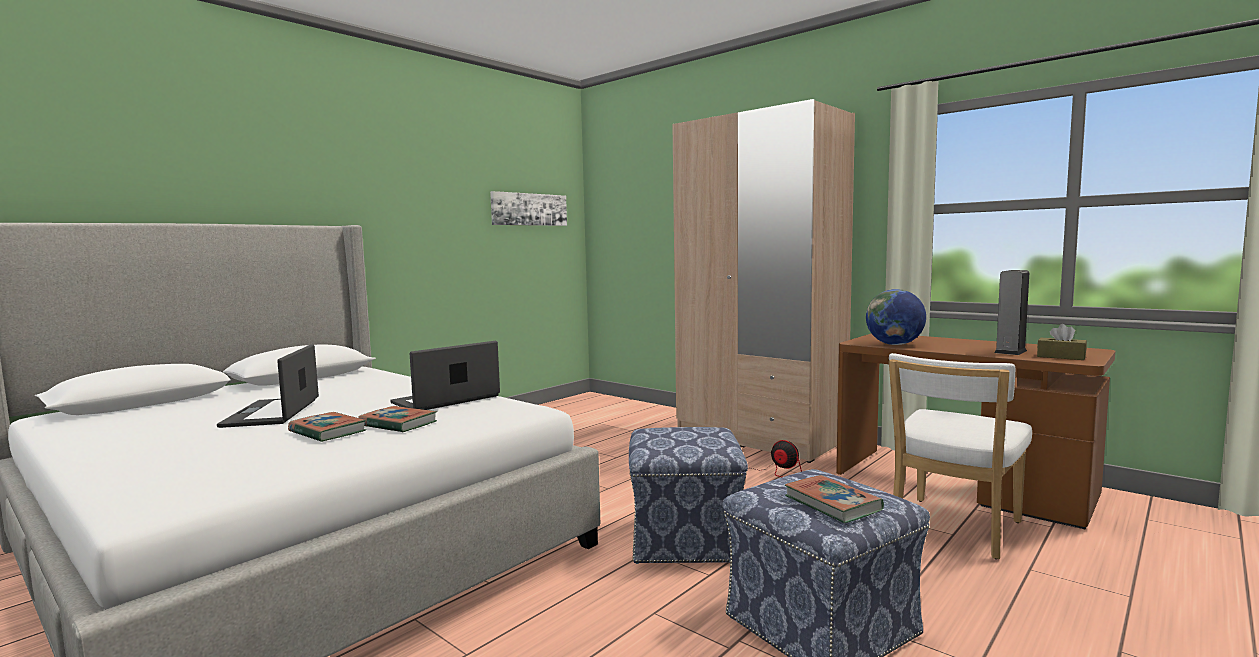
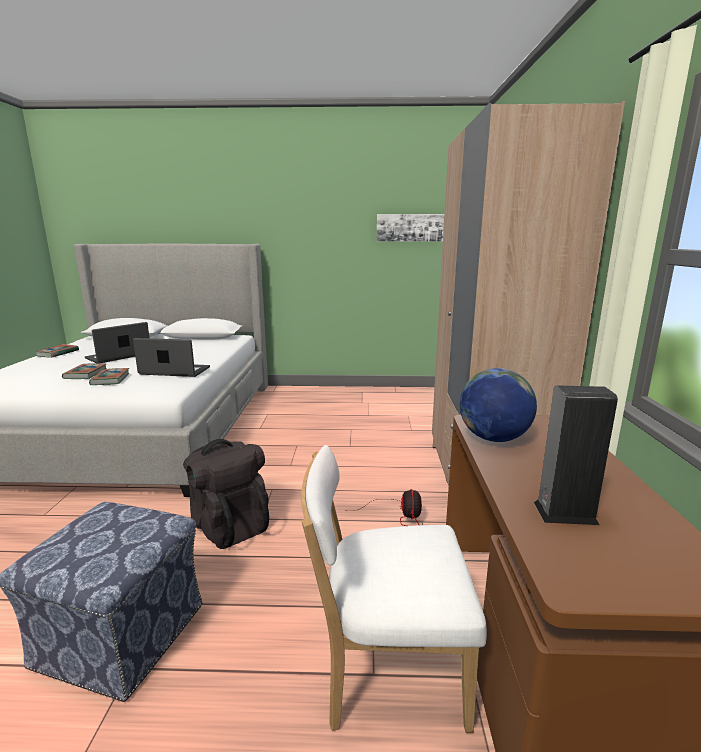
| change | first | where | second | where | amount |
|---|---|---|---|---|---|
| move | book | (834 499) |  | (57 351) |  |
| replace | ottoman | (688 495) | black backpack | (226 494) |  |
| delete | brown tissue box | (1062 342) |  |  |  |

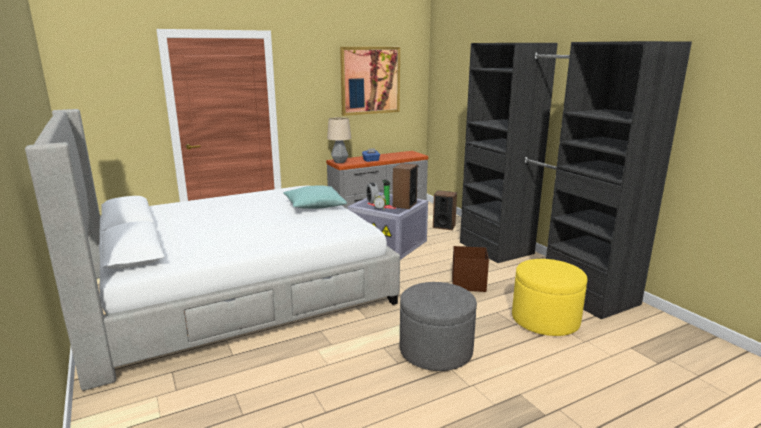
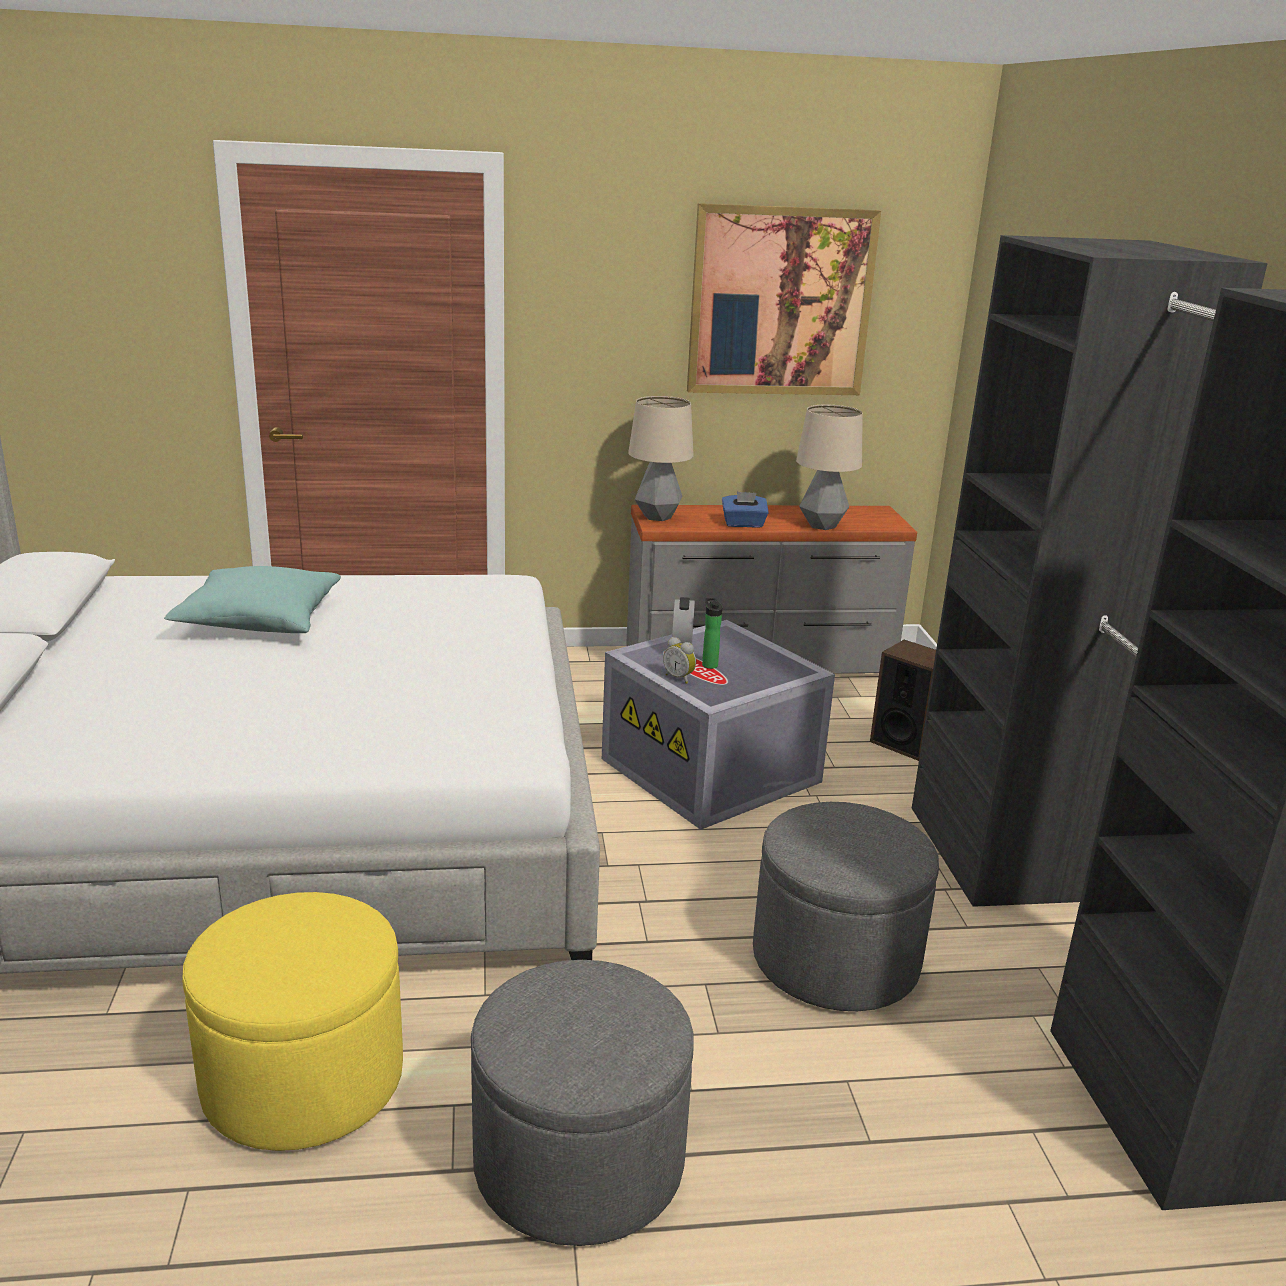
| change | first | where | second | where | amount |
|---|---|---|---|---|---|
| move | turquoise pillow | (315 197) |  | (252 599) |  |
| move | yellow ottoman | (550 297) |  | (292 1021) |  |
| replace | brown storage box | (470 269) | grey ottoman | (846 906) |  |
| insert |  |  | table lamp | (829 467) |  |
| delete | speaker | (405 186) |  |  |  |

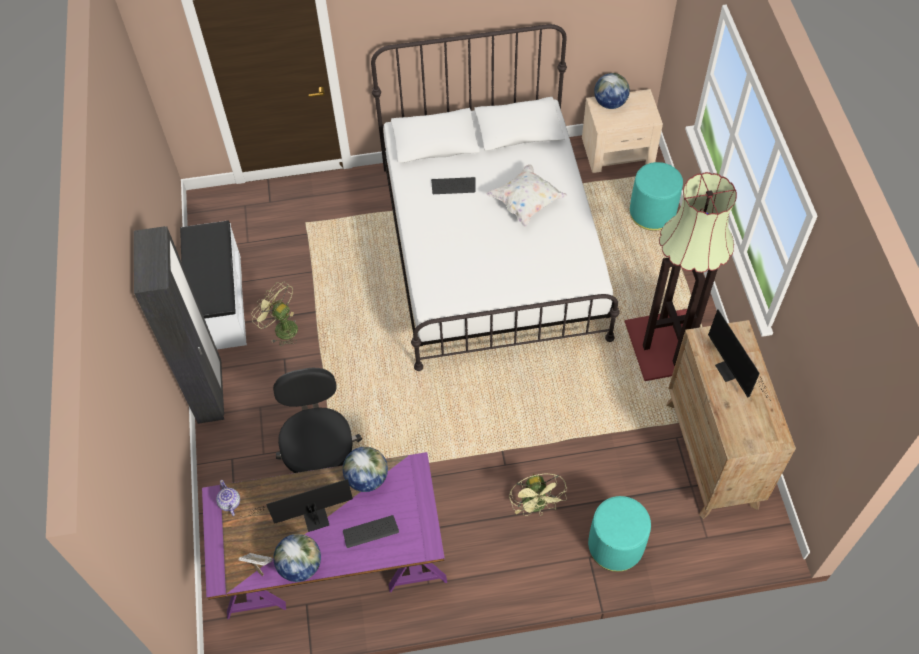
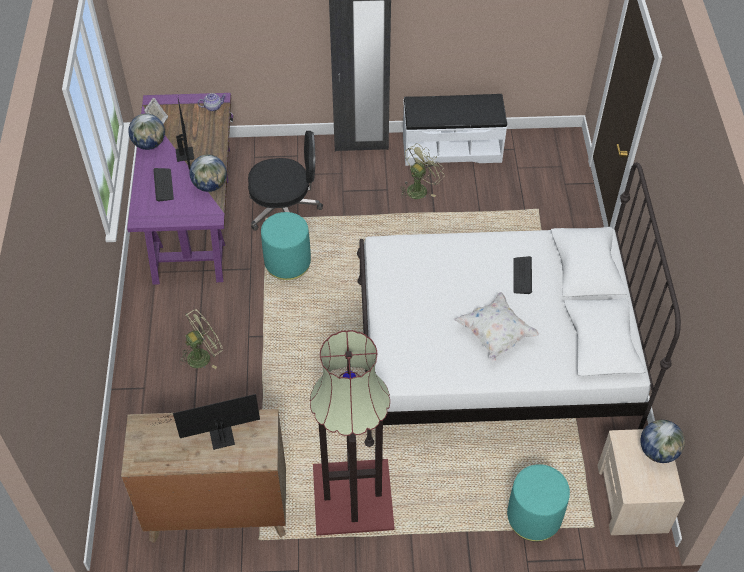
| change | first | where | second | where | amount |
|---|---|---|---|---|---|
| rotate | green fan | (538 495) |  | (201 339) | 150 degrees clockwise |
| move | turquoise ottoman | (619 534) |  | (286 246) |  |

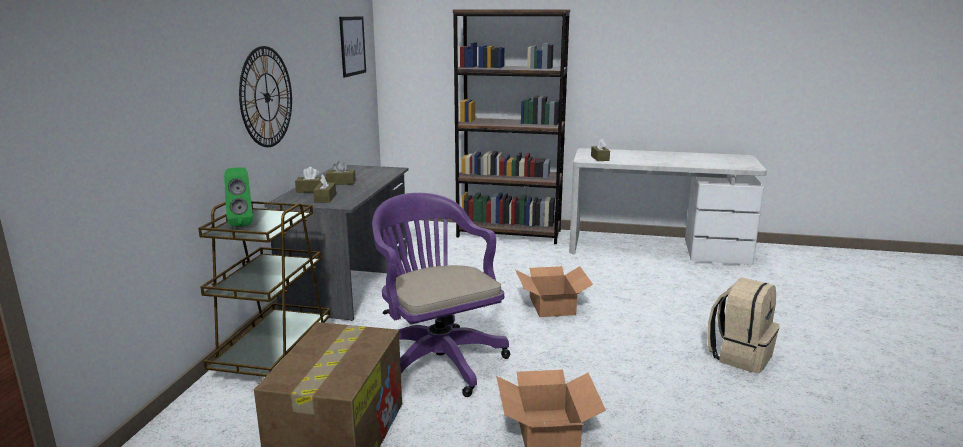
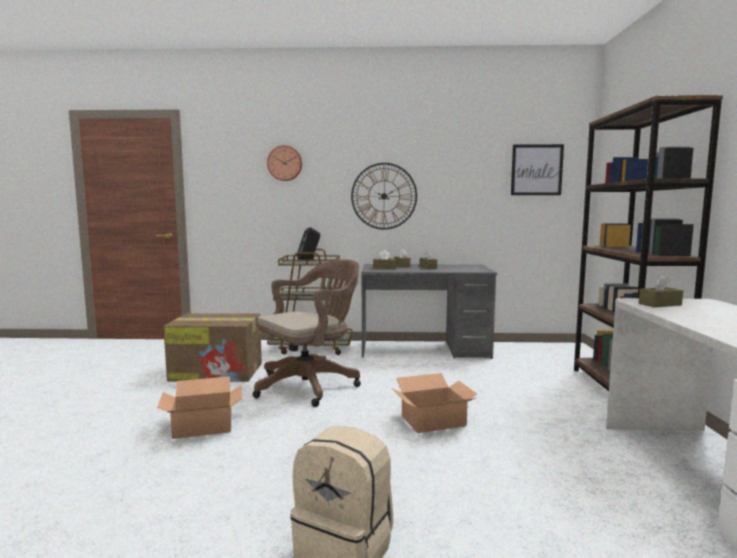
| change | first | where | second | where | amount |
|---|---|---|---|---|---|
| recolor | purple office chair | (441 295) | brown office chair | (307 333) |  |
| insert |  |  | wall clock | (284 163) |  |
| recolor | green speaker | (238 197) | black speaker | (308 243) |  |

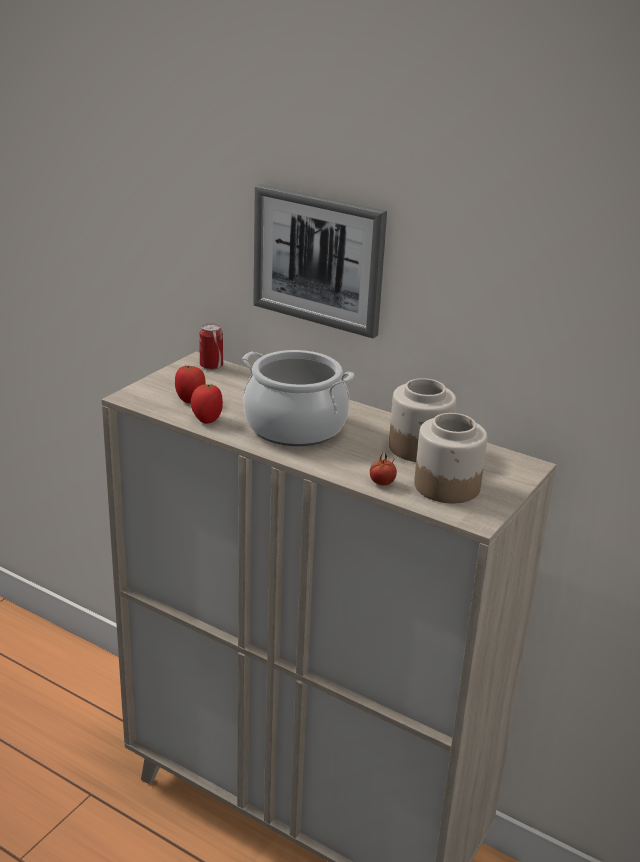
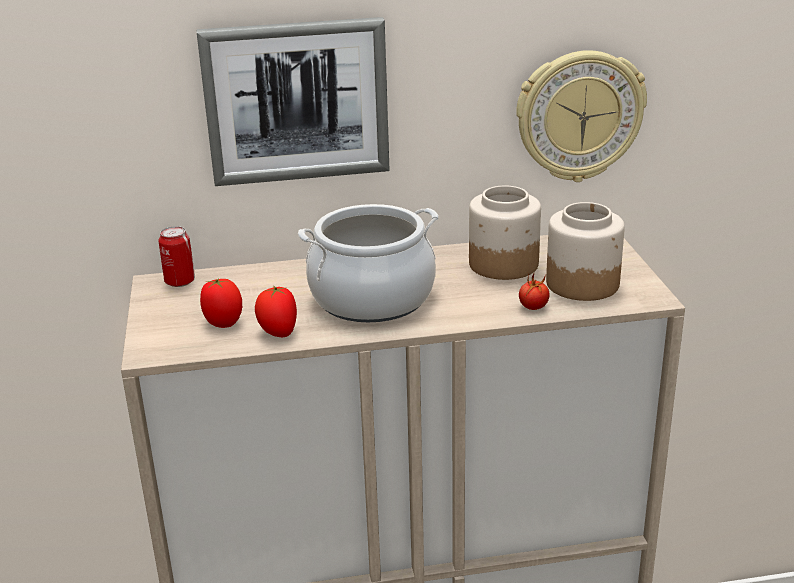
| change | first | where | second | where | amount |
|---|---|---|---|---|---|
| insert |  |  | wall clock | (581 116) |  |

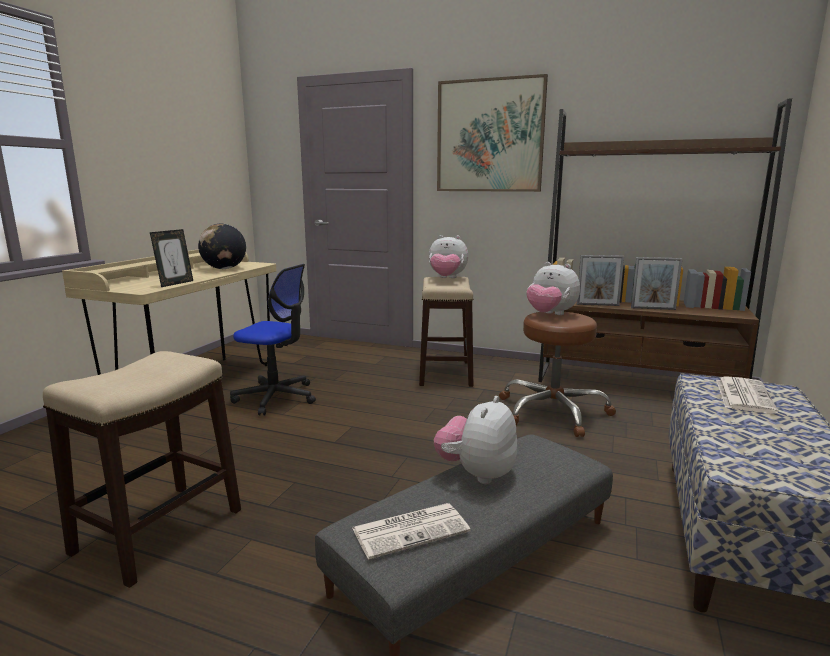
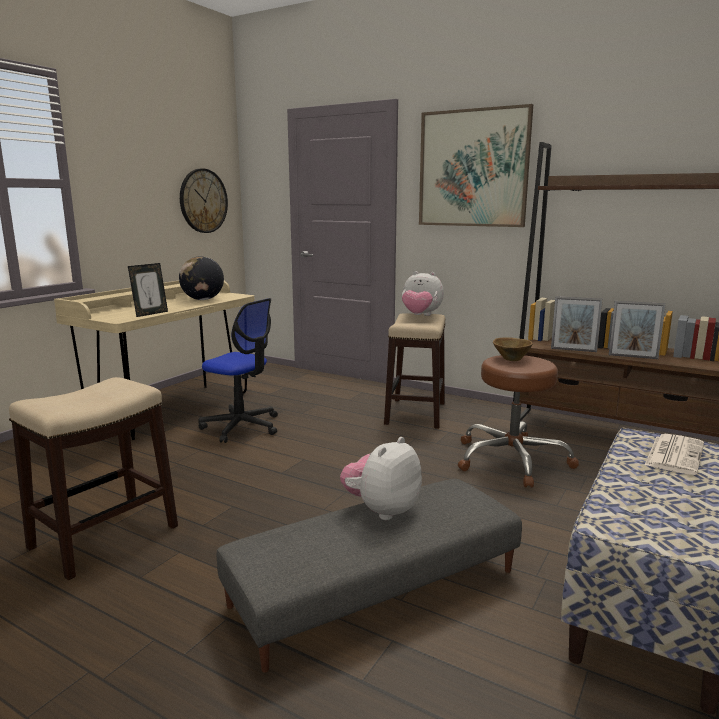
| change | first | where | second | where | amount |
|---|---|---|---|---|---|
| insert |  |  | wall clock | (204 200) |  |
| replace | plush toy | (553 288) | brown bowl | (513 349) |  |
| delete | newspaper | (411 531) |  |  |  |

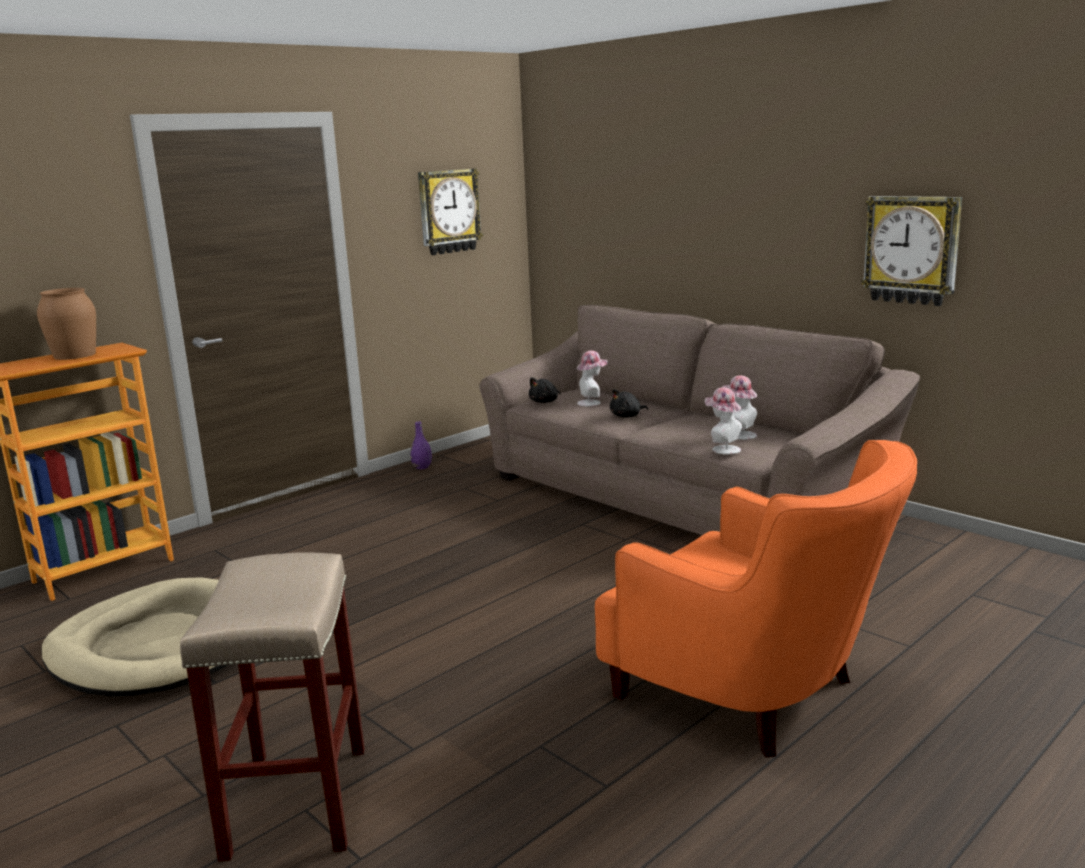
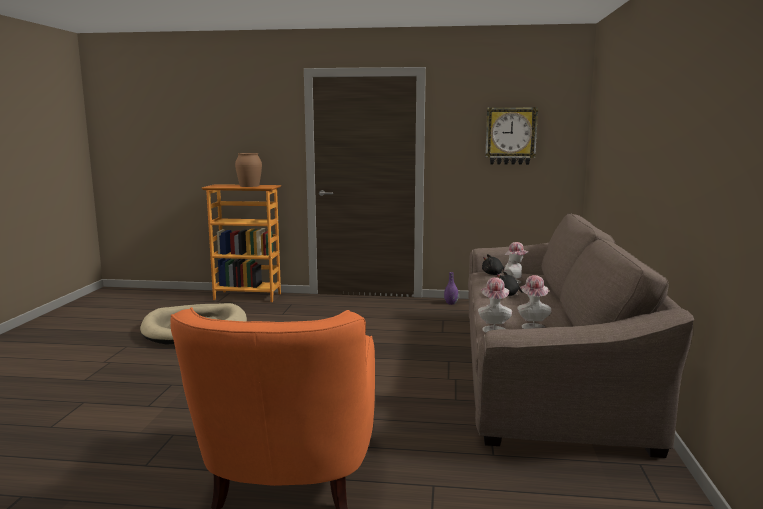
| change | first | where | second | where | amount |
|---|---|---|---|---|---|
| delete | beige stool | (272 707) |  |  |  |
| delete | wall clock | (911 251) |  |  |  |

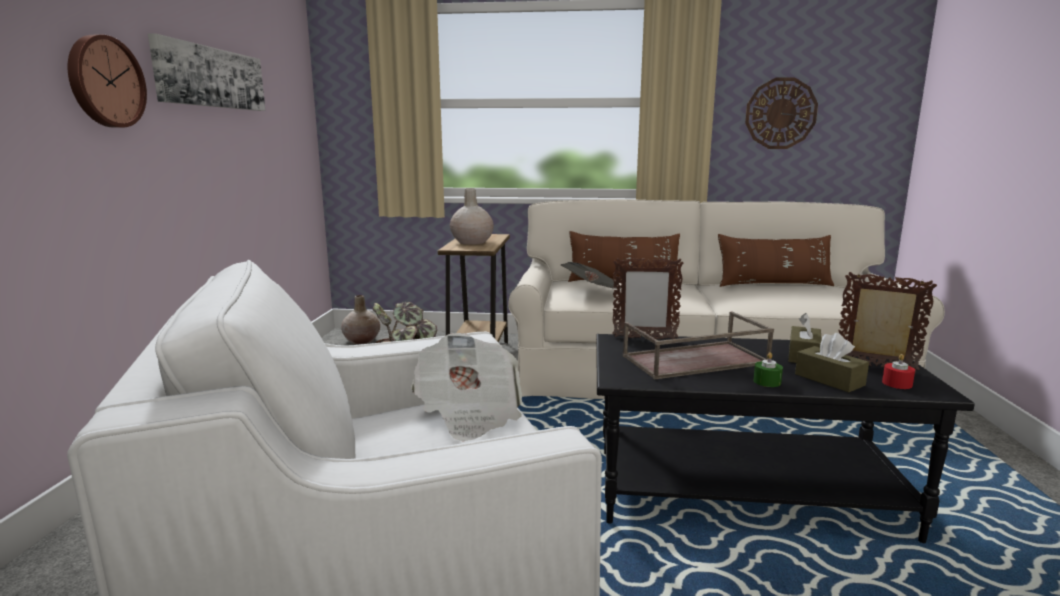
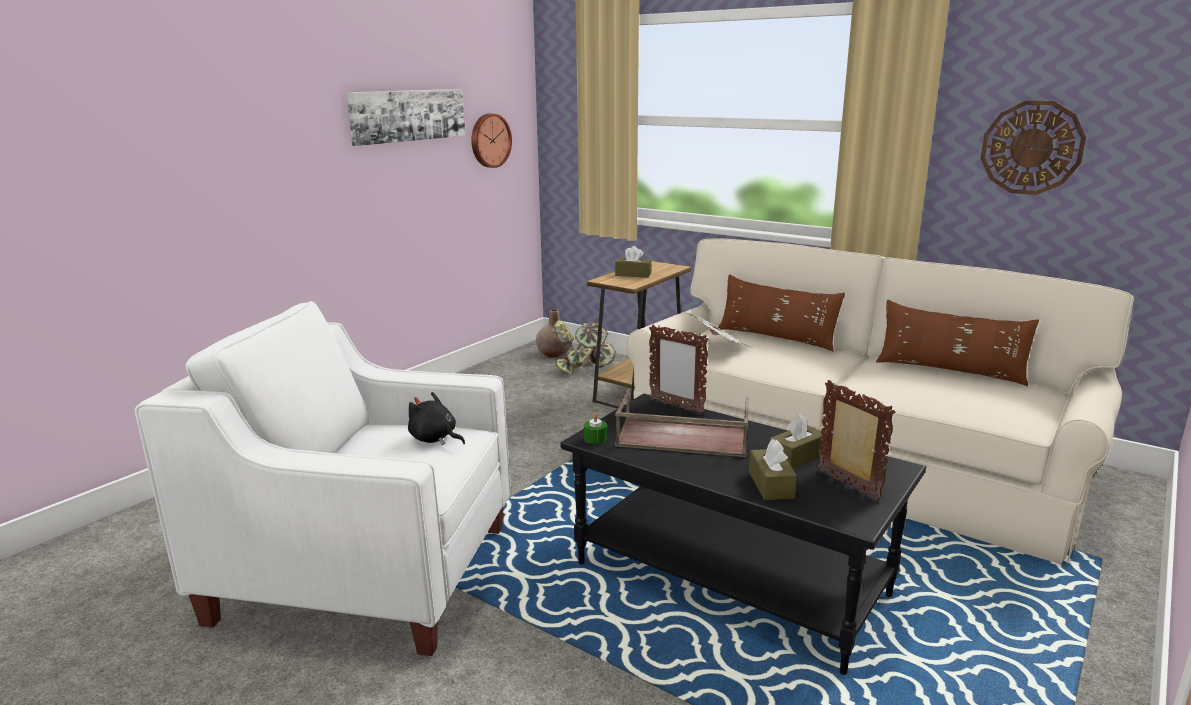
| change | first | where | second | where | amount |
|---|---|---|---|---|---|
| replace | newspaper | (466 387) | black plush toy | (436 418) |  |
| move | wall clock | (107 81) |  | (491 140) |  |
| move | green candle | (768 369) |  | (595 428) |  |
| replace | beige vase | (472 216) | brown tissue box | (633 262) |  |
| delete | red candle | (898 371) |  |  |  |

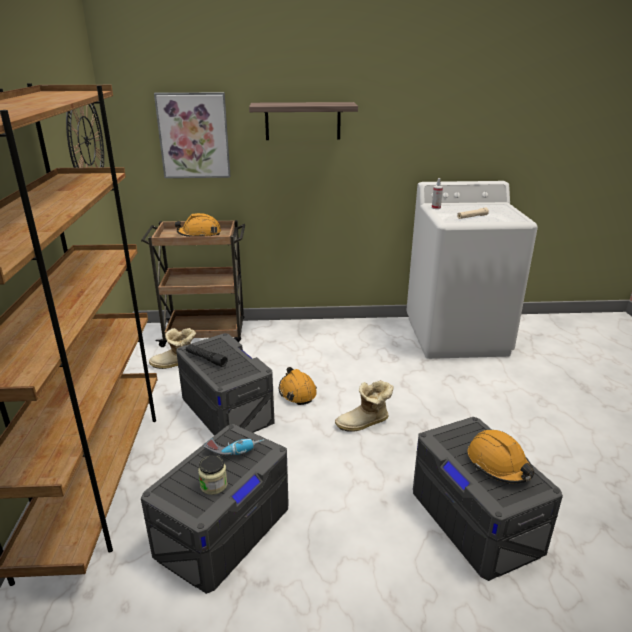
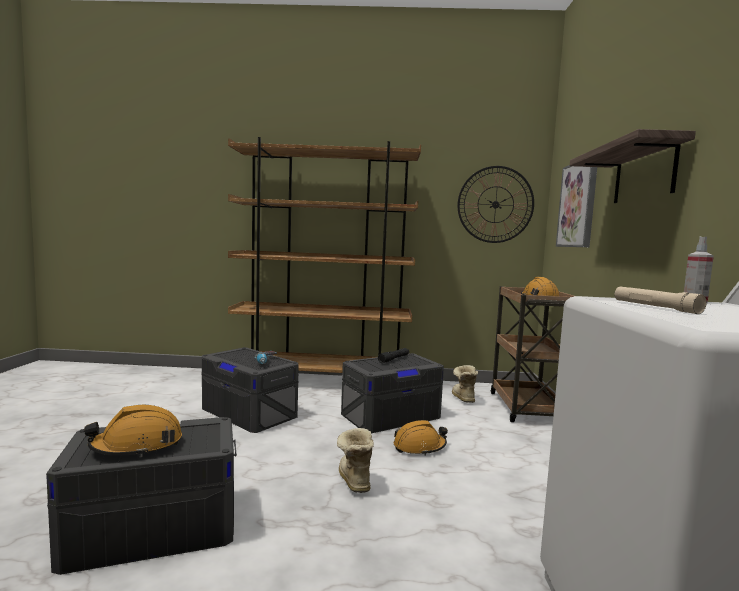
| change | first | where | second | where | amount |
|---|---|---|---|---|---|
| delete | jar | (212 475) |  |  |  |

